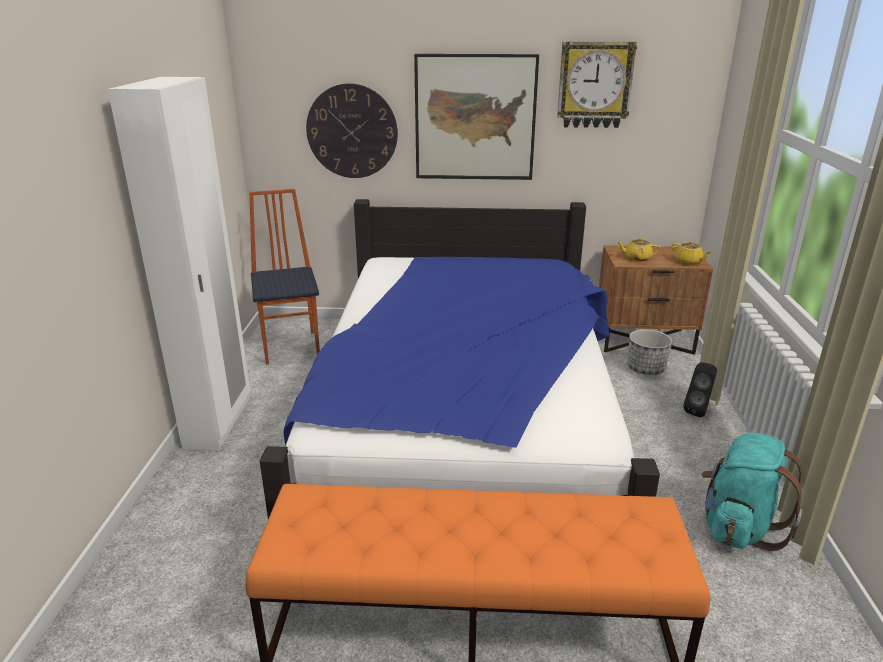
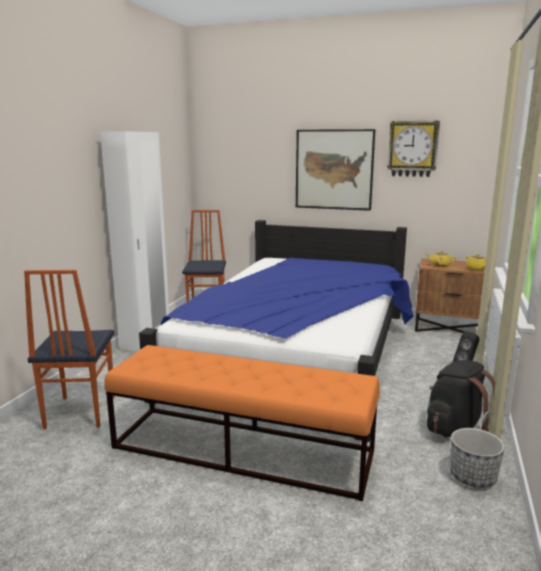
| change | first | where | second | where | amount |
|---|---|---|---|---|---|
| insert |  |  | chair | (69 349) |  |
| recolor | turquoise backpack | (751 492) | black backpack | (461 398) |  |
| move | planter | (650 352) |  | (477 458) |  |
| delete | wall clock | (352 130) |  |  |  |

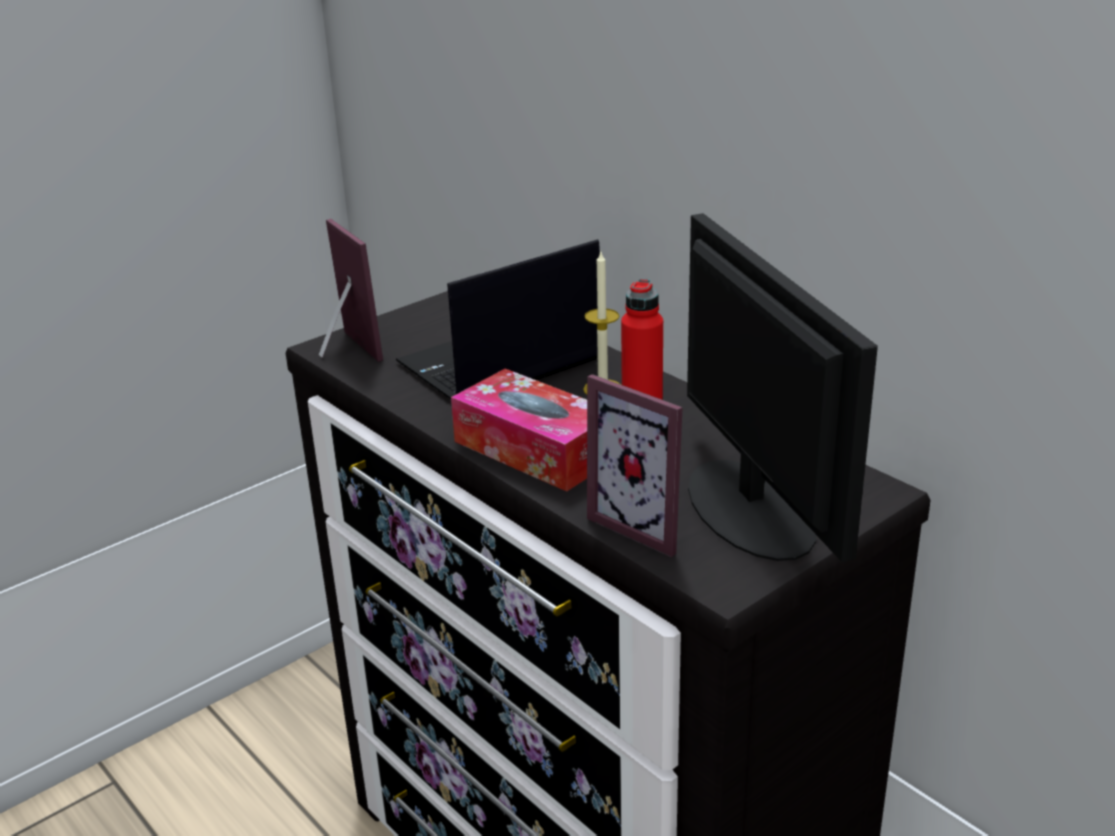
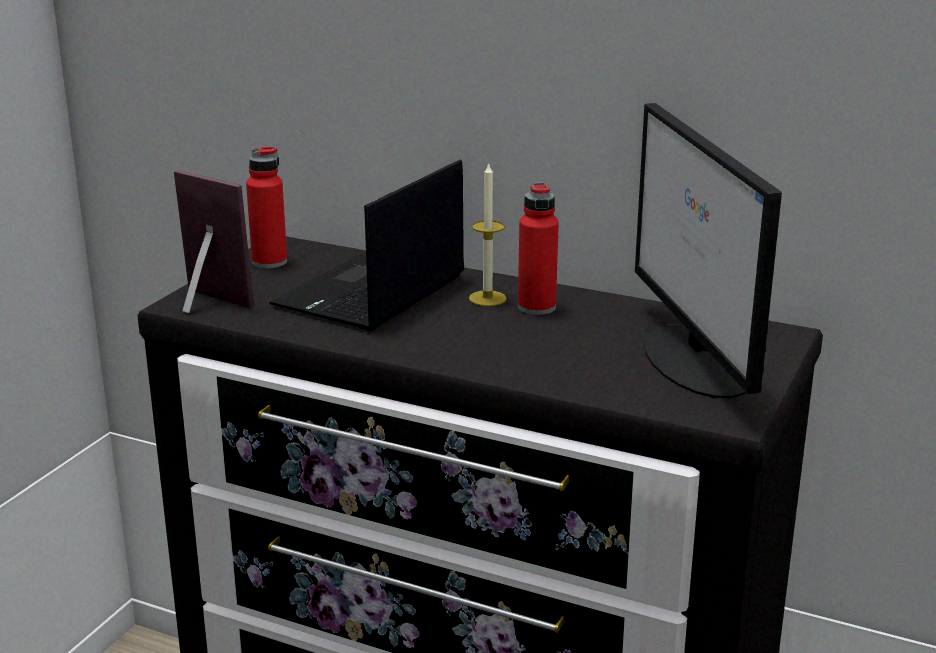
| change | first | where | second | where | amount |
|---|---|---|---|---|---|
| insert |  |  | red bottle | (266 207) |  |
| rotate | monitor | (782 387) |  | (708 250) | 150 degrees counterclockwise |
| delete | tissue box | (519 430) |  |  |  |
| delete | picture frame | (635 465) |  |  |  |

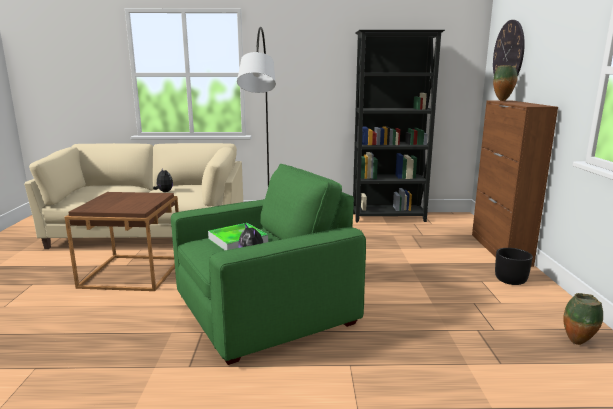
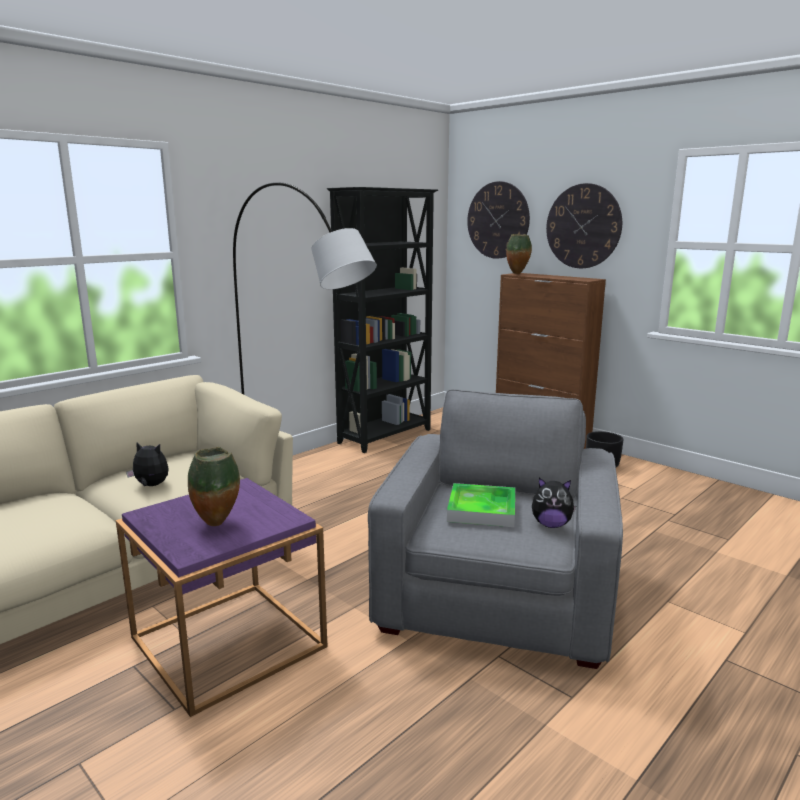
| change | first | where | second | where | amount |
|---|---|---|---|---|---|
| recolor | brown side table | (122 241) | purple side table | (222 597) |  |
| move | vase | (583 319) |  | (214 486) |  |
| recolor | green armchair | (268 264) | grey armchair | (495 529) |  |
| insert |  |  | wall clock | (584 225) |  |

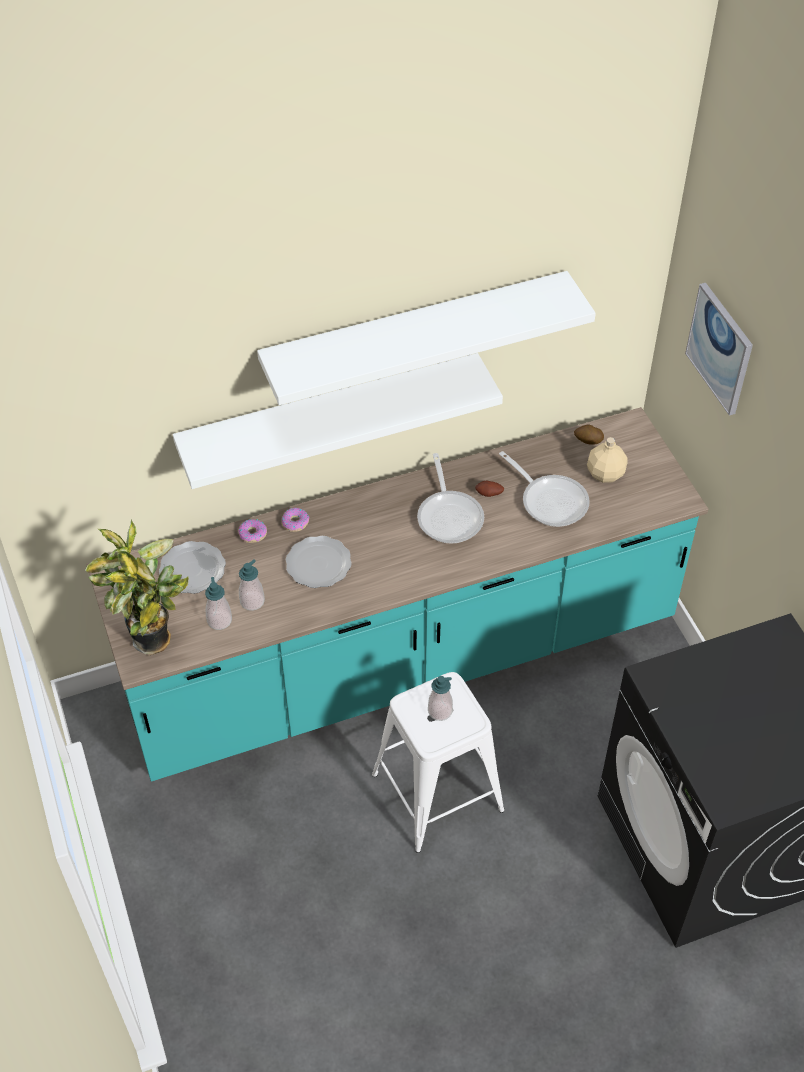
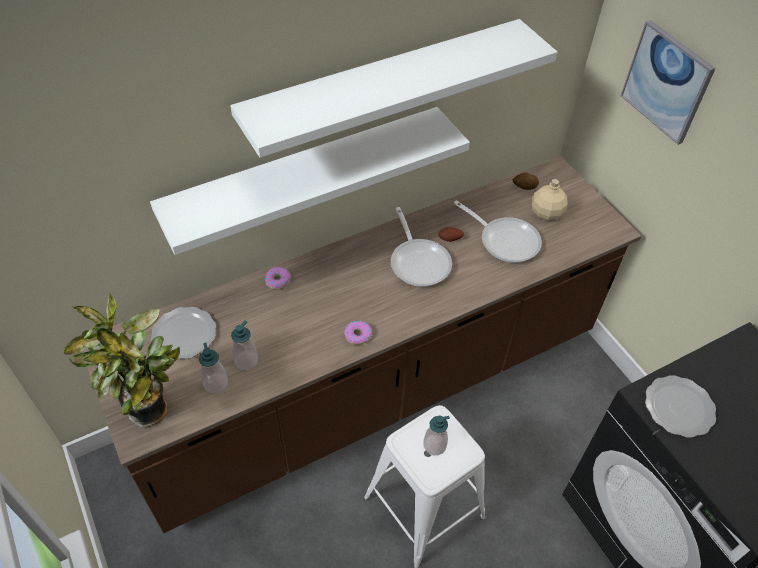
| change | first | where | second | where | amount |
|---|---|---|---|---|---|
| recolor | turquoise counter | (397 594) | brown counter | (362 345) |  |
| move | donut | (252 531) |  | (358 333) |  |
| move | plate | (319 562) |  | (680 406) |  |

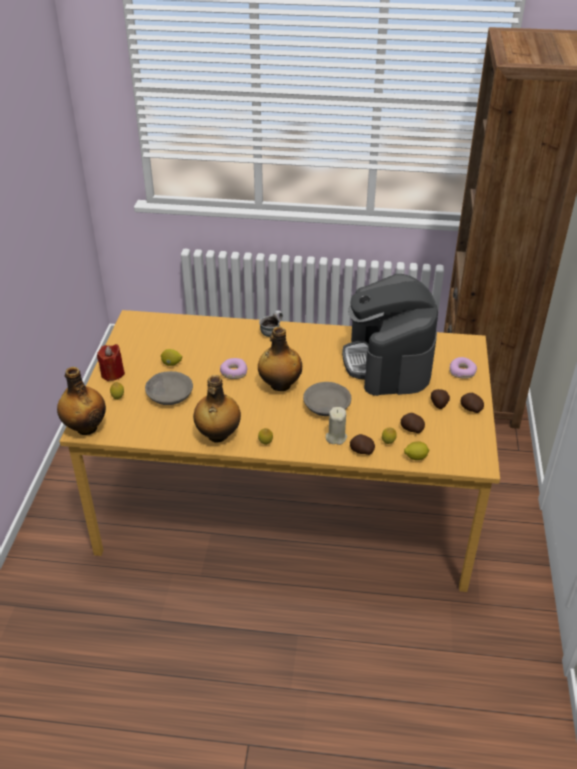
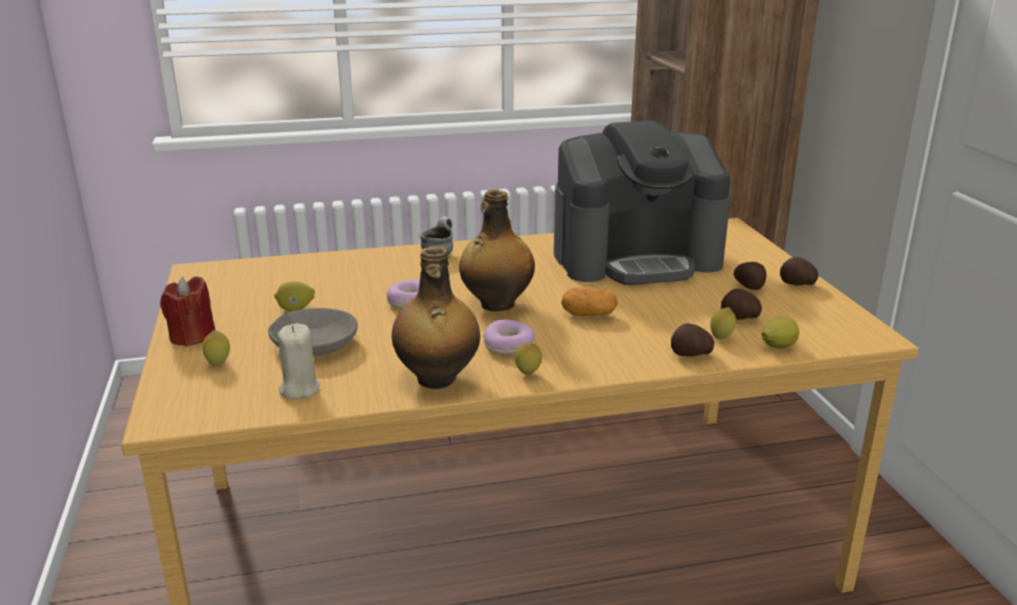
| change | first | where | second | where | amount |
|---|---|---|---|---|---|
| move | beige candle | (336 426) |  | (298 361) |  |
| move | donut | (463 368) |  | (509 337) |  |
| rotate | coffee machine | (390 335) |  | (642 203) | 75 degrees counterclockwise |
| replace | grey bowl | (327 399) | potato | (589 301) |  |
| delete | bottle | (81 401) |  |  |  |

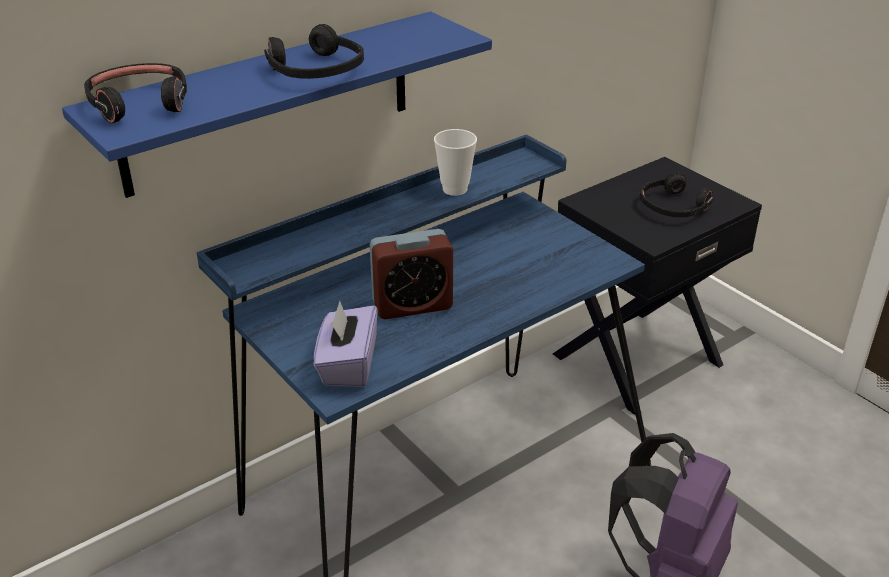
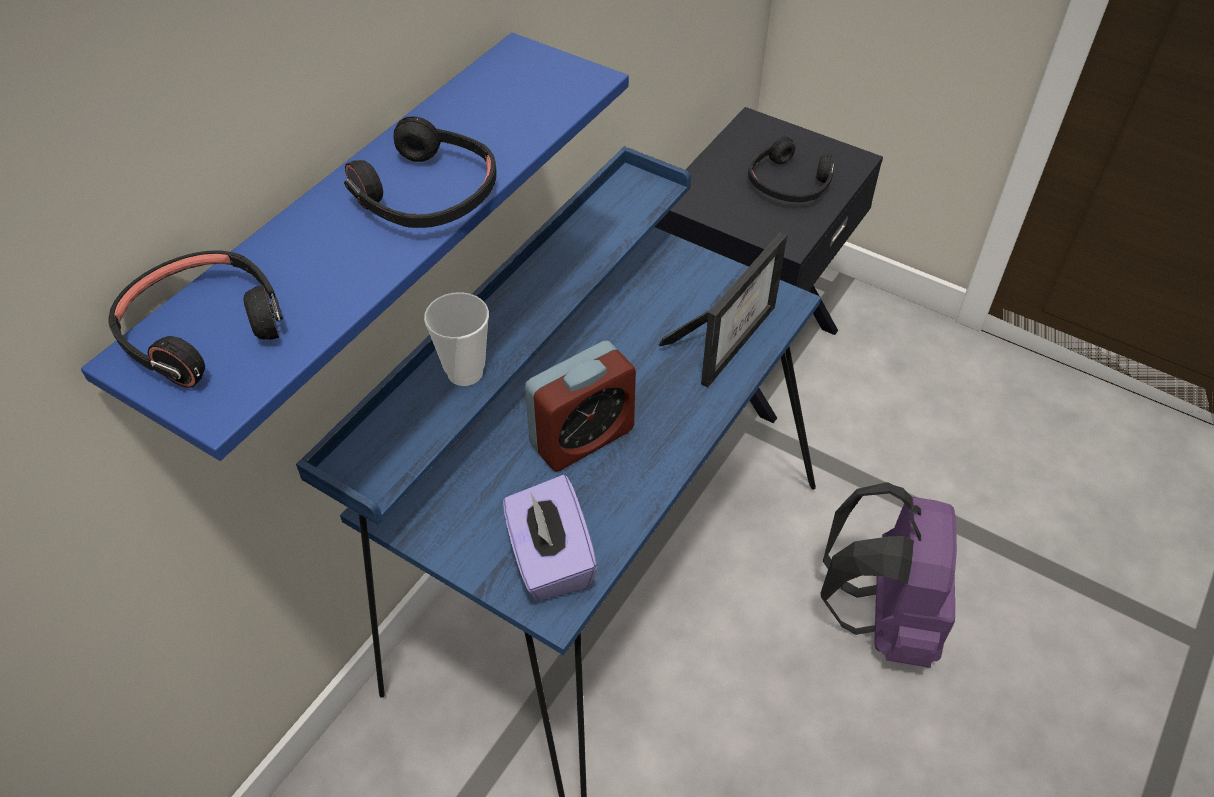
| change | first | where | second | where | amount |
|---|---|---|---|---|---|
| move | cup | (455 162) |  | (456 339) |  |
| insert |  |  | picture frame | (723 309) |  |

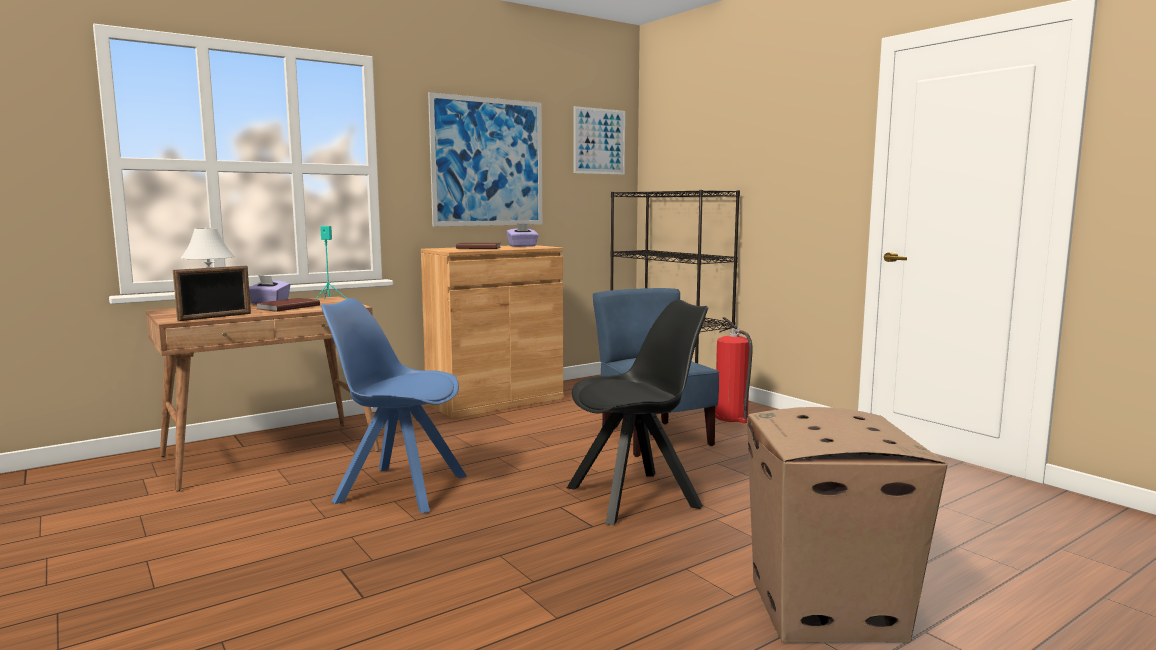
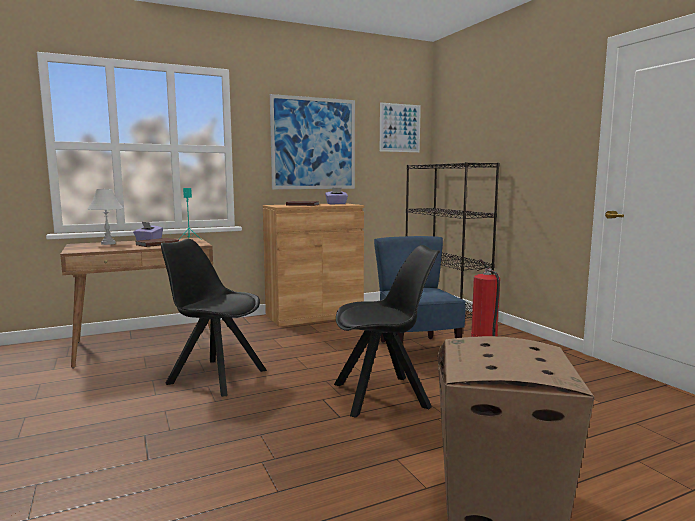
| change | first | where | second | where | amount |
|---|---|---|---|---|---|
| recolor | blue chair | (394 405) | black chair | (214 318) |  |
| delete | picture frame | (212 293) |  |  |  |

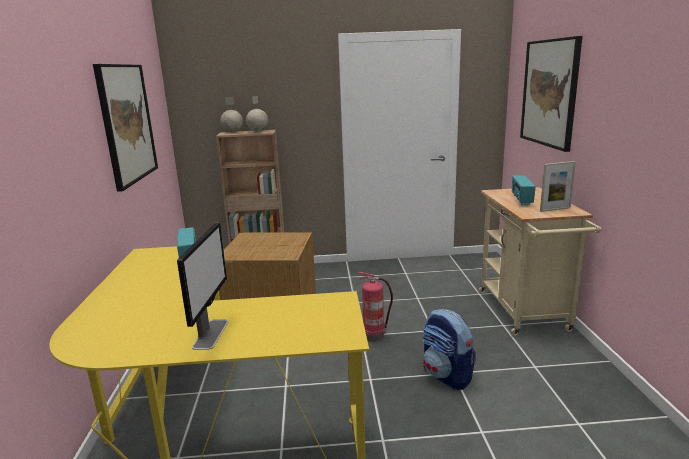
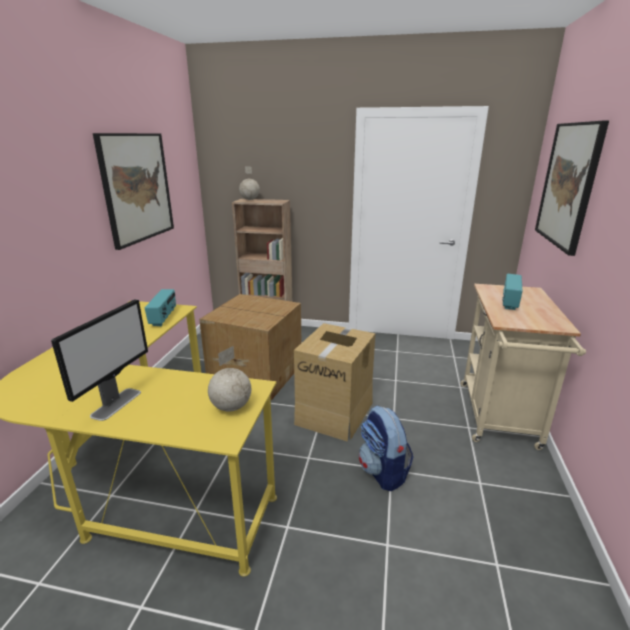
| change | first | where | second | where | amount |
|---|---|---|---|---|---|
| move | globe | (257 114) |  | (229 379) |  |
| replace | fire extinguisher | (375 307) | cardboard box | (334 382) |  |
| delete | picture frame | (558 186) |  |  |  |

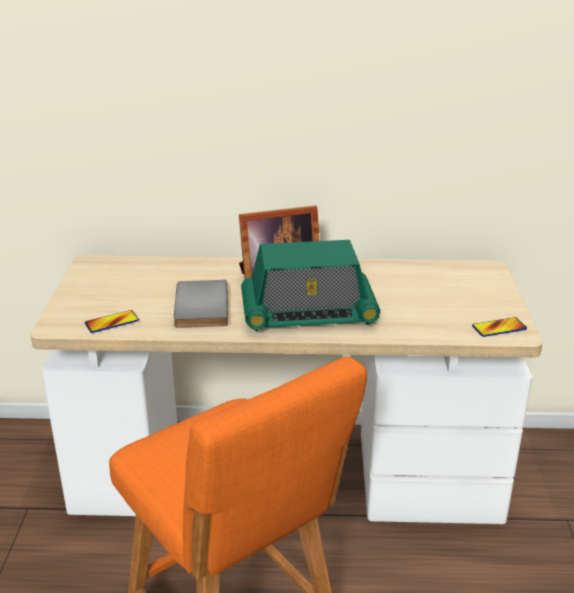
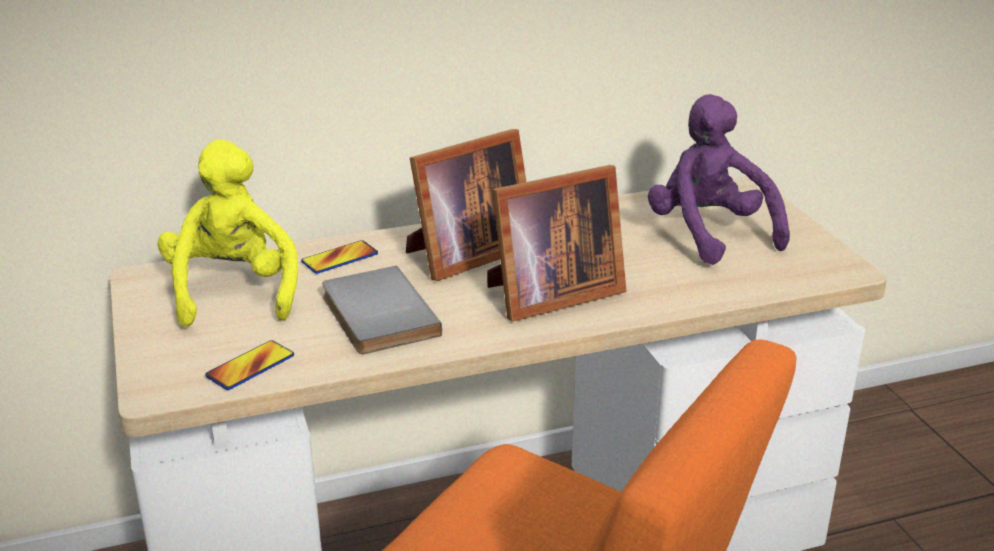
| change | first | where | second | where | amount |
|---|---|---|---|---|---|
| insert |  |  | yellow plush toy | (227 233) |  |
| move | phone | (499 327) |  | (339 257) |  |
| replace | radio | (310 285) | picture frame | (556 243) |  |
| insert |  |  | purple plush toy | (719 179) |  |

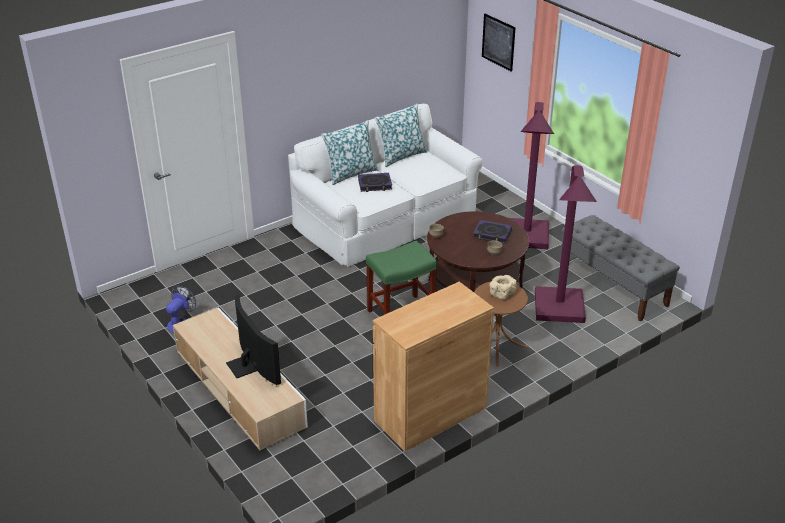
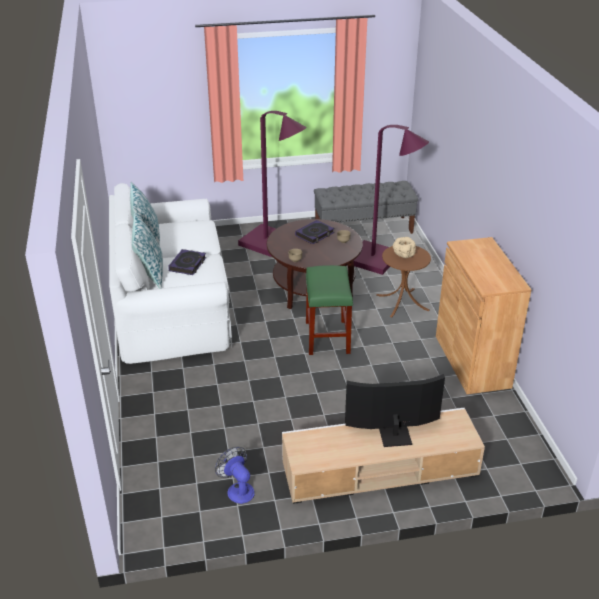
| change | first | where | second | where | amount |
|---|---|---|---|---|---|
| delete | picture | (499 43) |  |  |  |

